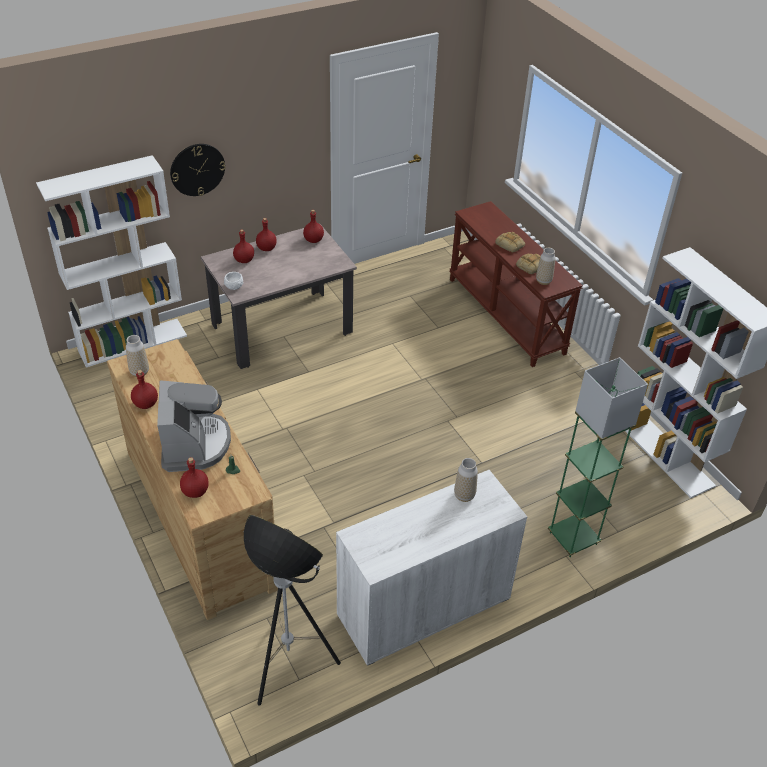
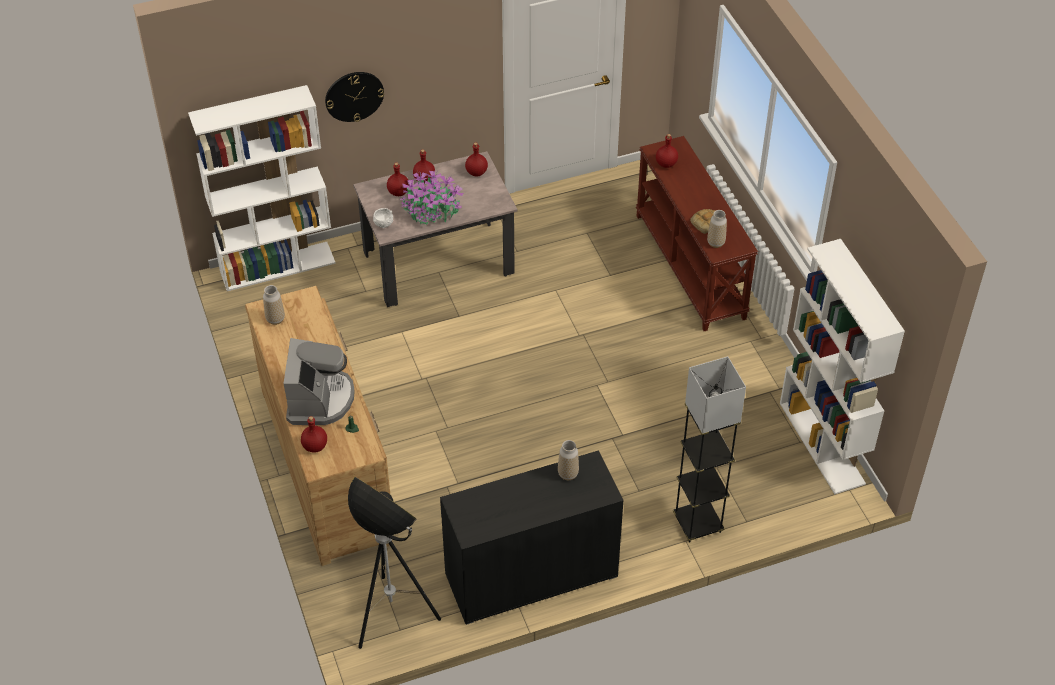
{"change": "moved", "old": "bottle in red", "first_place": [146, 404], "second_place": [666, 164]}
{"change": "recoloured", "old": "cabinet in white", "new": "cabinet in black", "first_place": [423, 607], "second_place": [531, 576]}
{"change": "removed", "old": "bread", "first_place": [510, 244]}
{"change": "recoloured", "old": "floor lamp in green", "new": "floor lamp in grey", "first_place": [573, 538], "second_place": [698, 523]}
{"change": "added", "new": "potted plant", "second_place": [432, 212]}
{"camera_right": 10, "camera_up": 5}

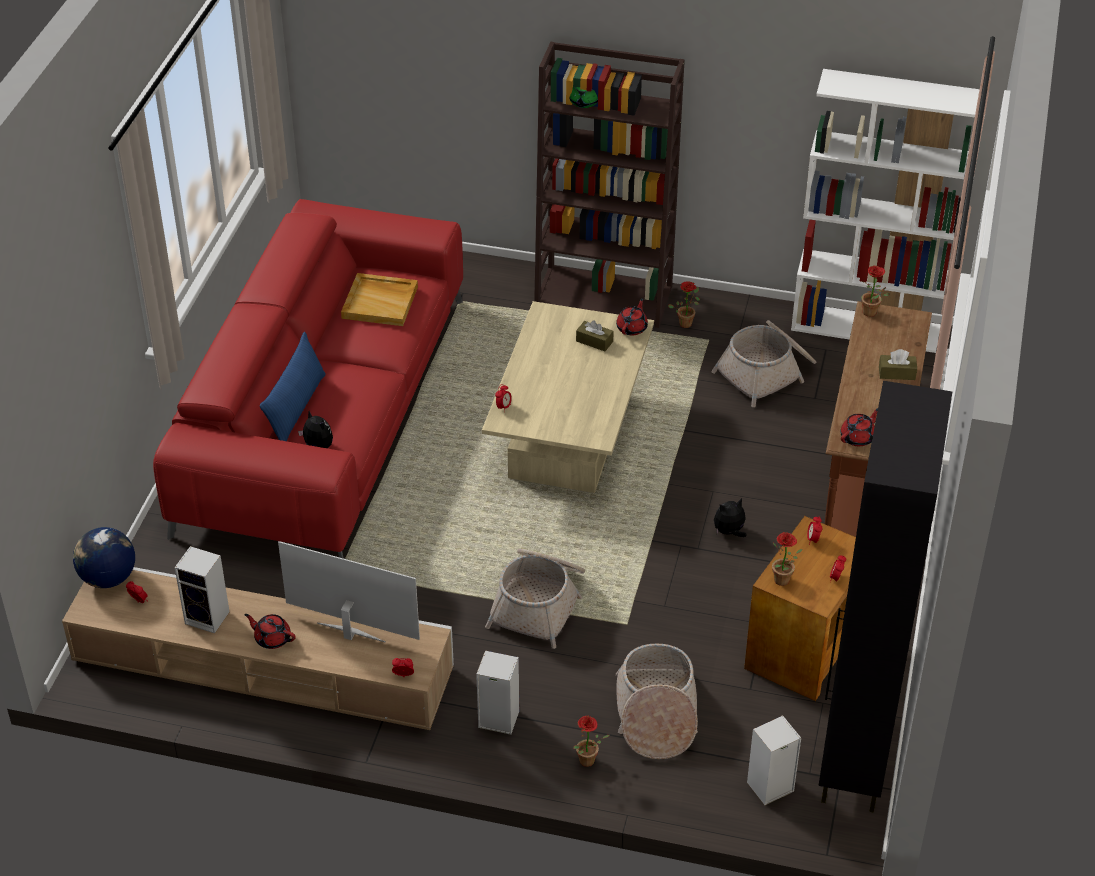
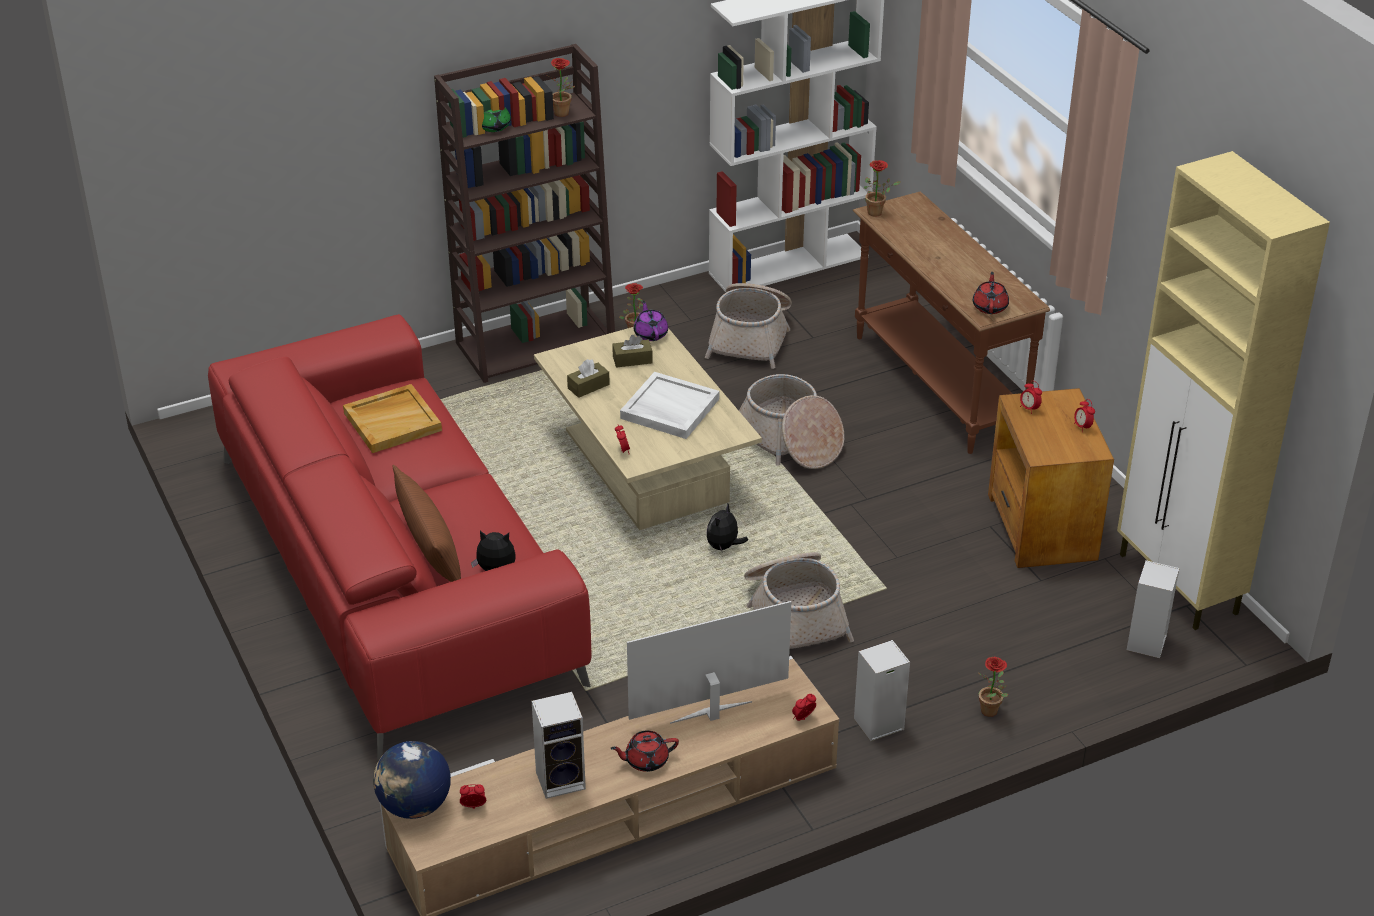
{"change": "recoloured", "old": "pillow in blue", "new": "pillow in brown", "first_place": [296, 409], "second_place": [430, 550]}
{"change": "recoloured", "old": "teapot in red", "new": "teapot in purple", "first_place": [632, 328], "second_place": [650, 334]}
{"change": "moved", "old": "basket", "first_place": [656, 715], "second_place": [789, 441]}
{"change": "moved", "old": "plush toy", "first_place": [729, 532], "second_place": [724, 547]}
{"change": "moved", "old": "potted plant", "first_place": [783, 582], "second_place": [564, 114]}
{"change": "recoloured", "old": "cabinet in black", "new": "cabinet in beige", "first_place": [854, 760], "second_place": [1179, 585]}
{"change": "moved", "old": "tissue box in brown", "first_place": [897, 373], "second_place": [588, 386]}
{"change": "added", "new": "tray in white", "second_place": [669, 409]}
{"camera_right": -40, "camera_up": -5}

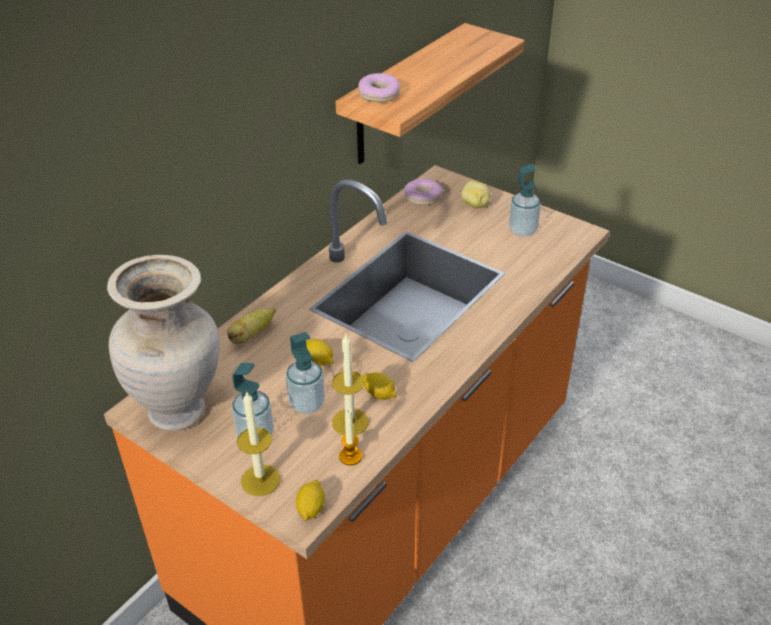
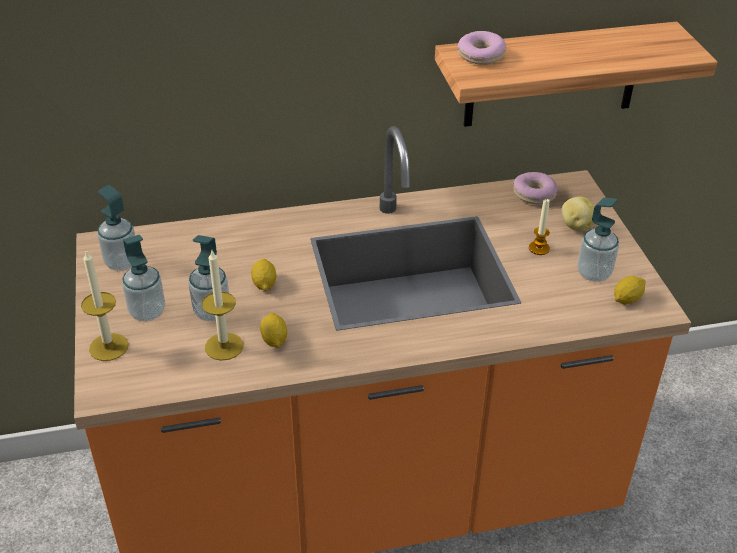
{"change": "replaced", "old": "vase in beige", "new": "soap dispenser", "first_place": [180, 412], "second_place": [122, 262]}
{"change": "removed", "old": "banana", "first_place": [251, 335]}
{"change": "moved", "old": "lemon", "first_place": [311, 508], "second_place": [627, 299]}
{"change": "moved", "old": "candle", "first_place": [350, 456], "second_place": [539, 248]}
{"camera_right": 40, "camera_up": 0}

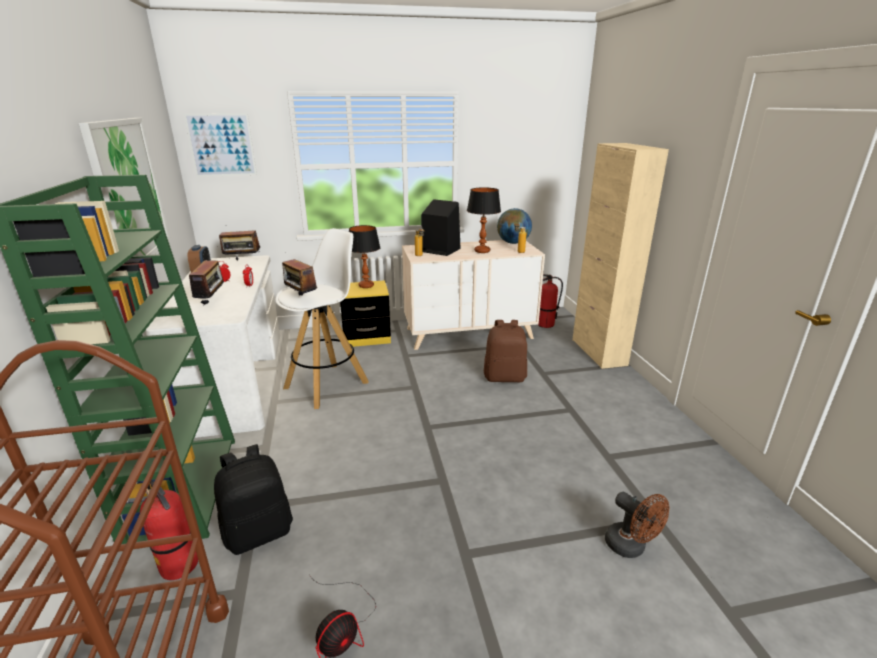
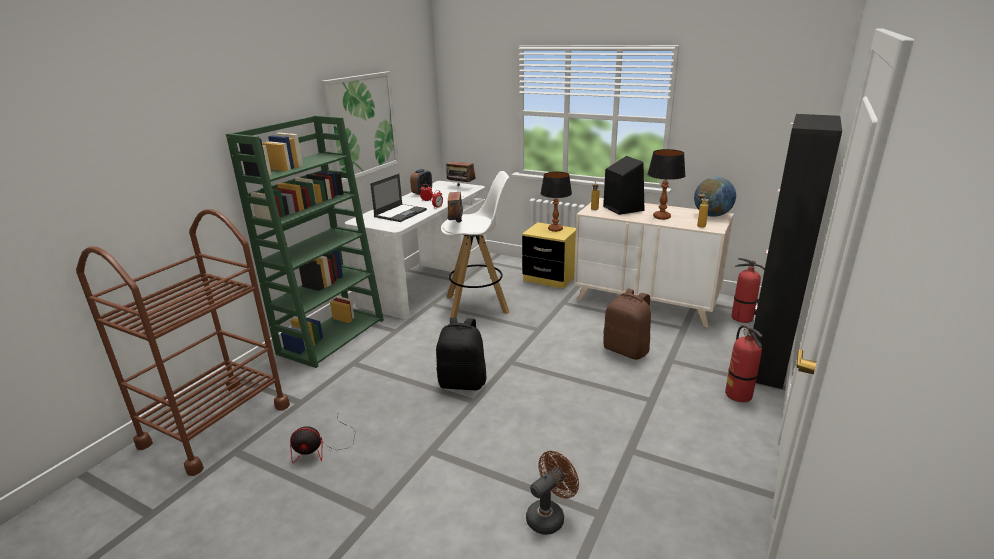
{"change": "moved", "old": "fire extinguisher", "first_place": [180, 565], "second_place": [738, 395]}
{"change": "removed", "old": "picture", "first_place": [221, 145]}
{"change": "replaced", "old": "radio", "new": "laptop", "first_place": [212, 301], "second_place": [401, 213]}
{"change": "moved", "old": "backpack in black", "first_place": [259, 532], "second_place": [463, 382]}
{"change": "recoloured", "old": "cabinet in beige", "new": "cabinet in black", "first_place": [598, 352], "second_place": [765, 364]}
{"change": "turned", "old": "fan in brown", "first_place": [630, 547], "second_place": [549, 515], "degrees": -135}
{"camera_right": 40, "camera_up": 0}

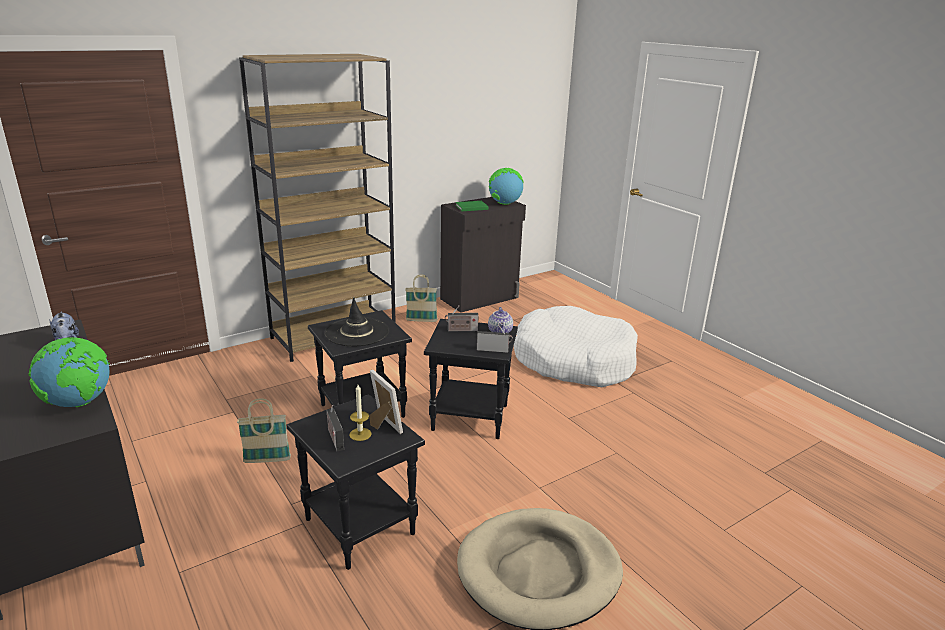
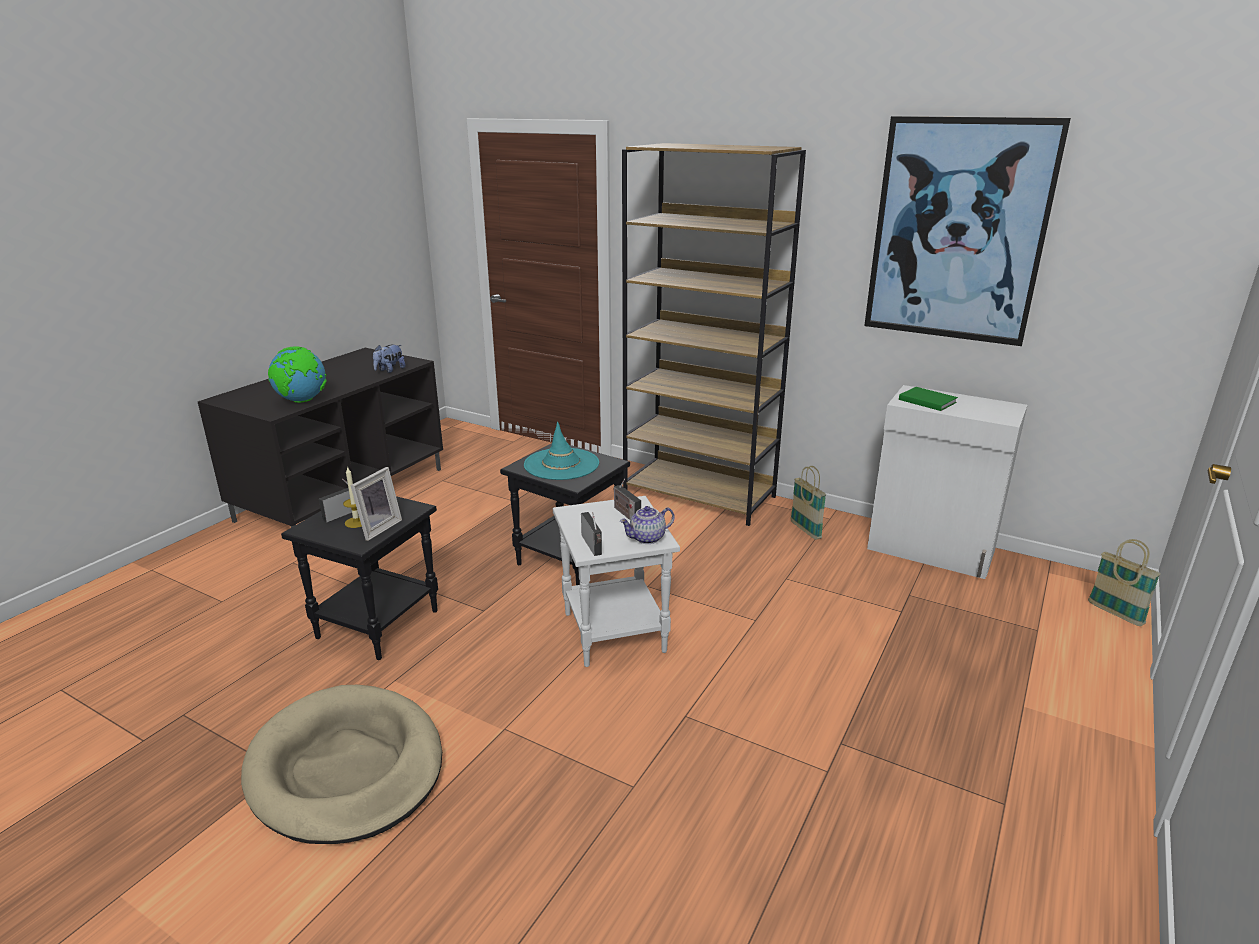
{"change": "moved", "old": "basket", "first_place": [267, 460], "second_place": [1115, 613]}
{"change": "recoloured", "old": "hat in black", "new": "hat in turquoise", "first_place": [357, 332], "second_place": [561, 464]}
{"change": "recoloured", "old": "side table in black", "new": "side table in white", "first_place": [471, 417], "second_place": [616, 633]}
{"change": "recoloured", "old": "cabinet in black", "new": "cabinet in white", "first_place": [480, 298], "second_place": [931, 551]}
{"change": "removed", "old": "globe", "first_place": [504, 204]}
{"change": "removed", "old": "dog bed in white", "first_place": [574, 360]}
{"change": "added", "new": "picture", "second_place": [957, 231]}
{"camera_right": 65, "camera_up": 0}

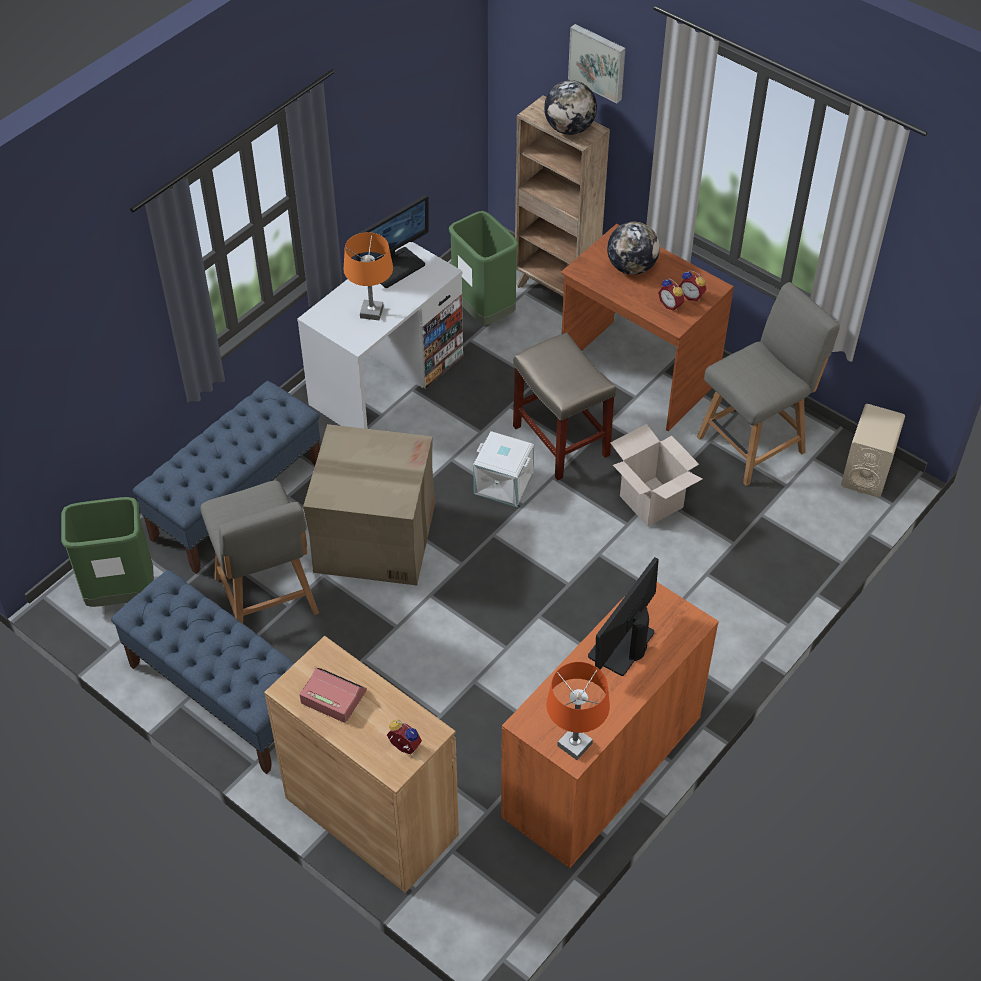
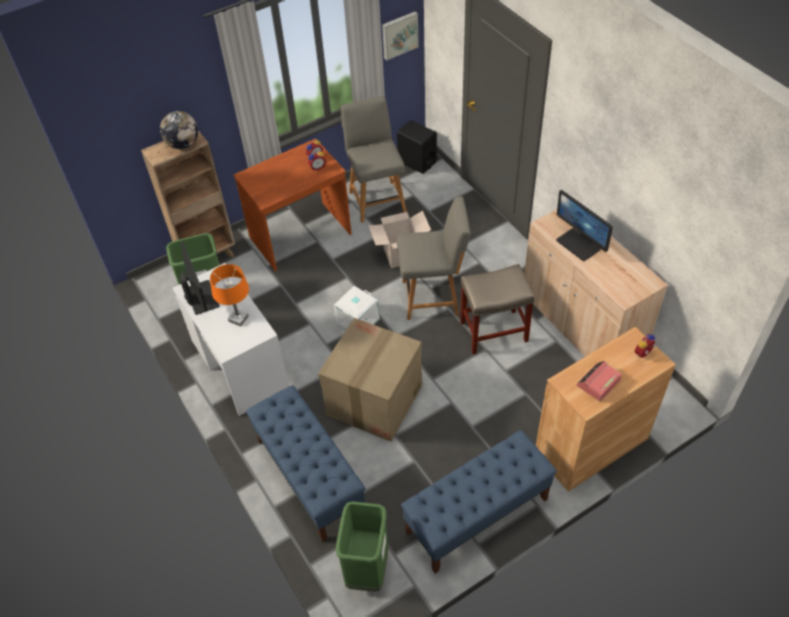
{"change": "moved", "old": "chair in grey", "first_place": [267, 598], "second_place": [433, 297]}
{"change": "recoloured", "old": "cabinet in orange", "new": "cabinet in beige", "first_place": [601, 768], "second_place": [581, 324]}
{"change": "moved", "old": "stool in beige", "first_place": [560, 440], "second_place": [492, 332]}
{"change": "removed", "old": "table lamp in orange", "first_place": [575, 745]}
{"change": "moved", "old": "picture", "first_place": [598, 62], "second_place": [399, 34]}
{"change": "removed", "old": "globe", "first_place": [631, 267]}
{"change": "recoloured", "old": "speaker in beige", "new": "speaker in black", "first_place": [866, 472], "second_place": [417, 162]}
{"camera_right": -70, "camera_up": 0}

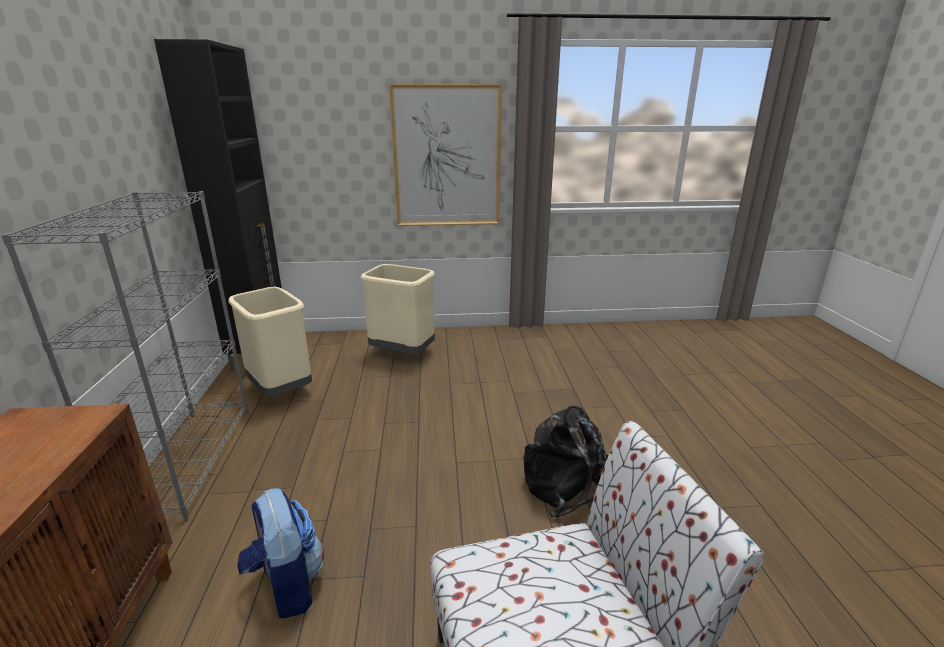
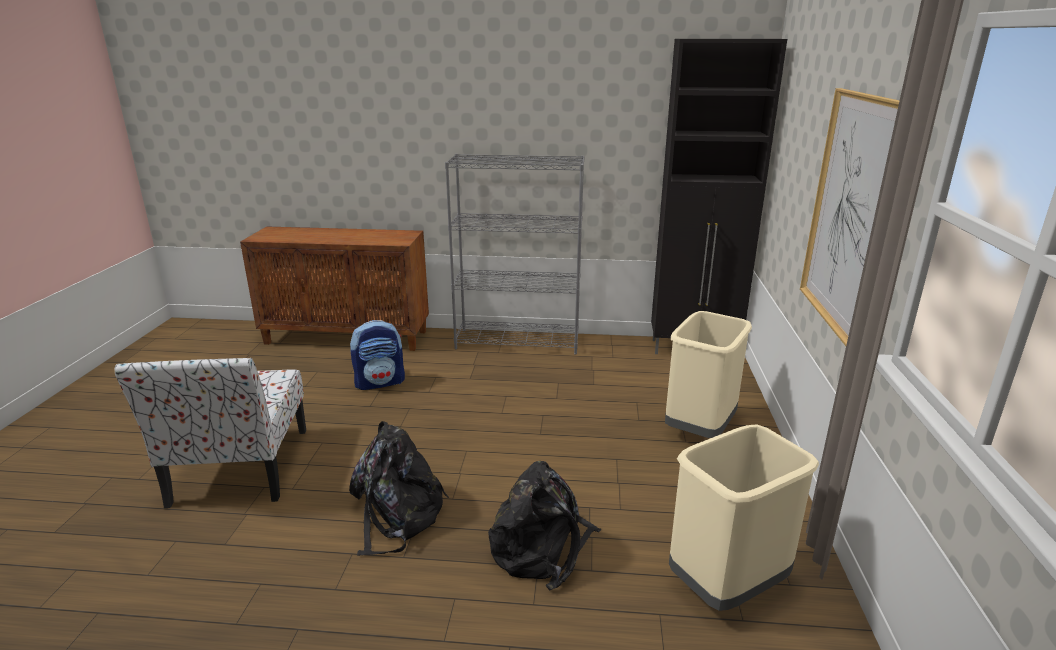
{"change": "moved", "old": "trash can in beige", "first_place": [281, 390], "second_place": [727, 586]}
{"change": "added", "new": "backpack in black", "second_place": [542, 548]}
{"camera_right": 100, "camera_up": 0}

